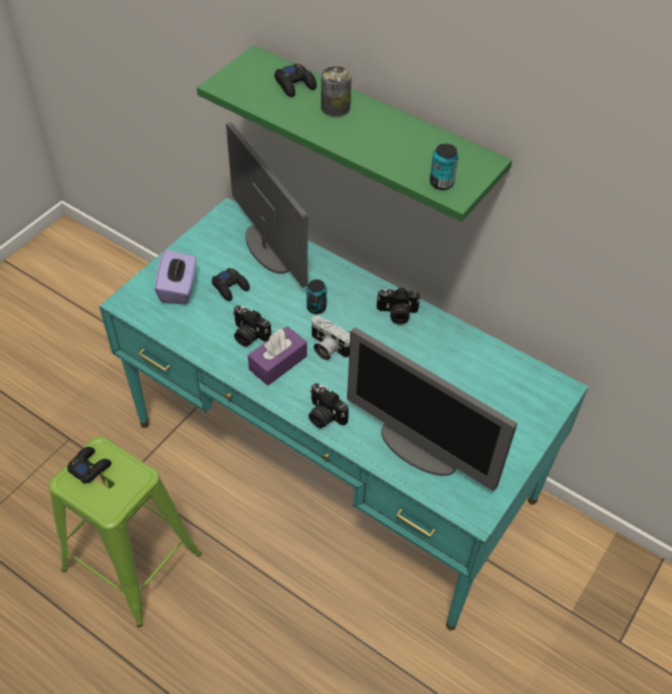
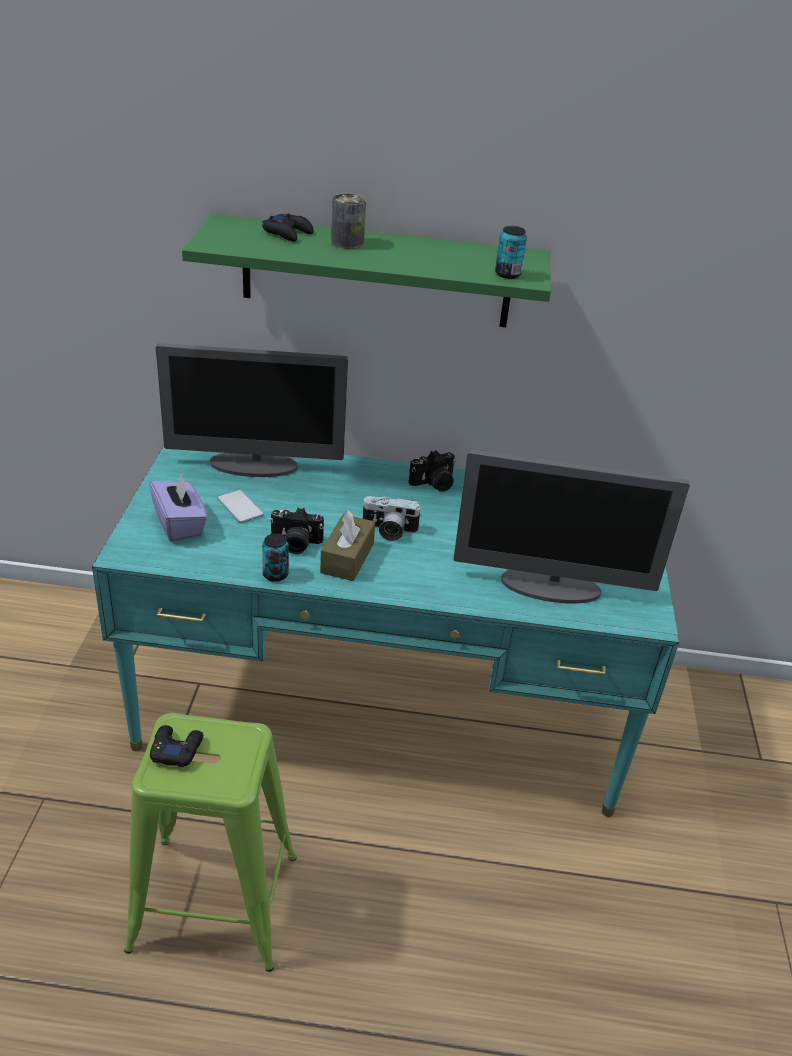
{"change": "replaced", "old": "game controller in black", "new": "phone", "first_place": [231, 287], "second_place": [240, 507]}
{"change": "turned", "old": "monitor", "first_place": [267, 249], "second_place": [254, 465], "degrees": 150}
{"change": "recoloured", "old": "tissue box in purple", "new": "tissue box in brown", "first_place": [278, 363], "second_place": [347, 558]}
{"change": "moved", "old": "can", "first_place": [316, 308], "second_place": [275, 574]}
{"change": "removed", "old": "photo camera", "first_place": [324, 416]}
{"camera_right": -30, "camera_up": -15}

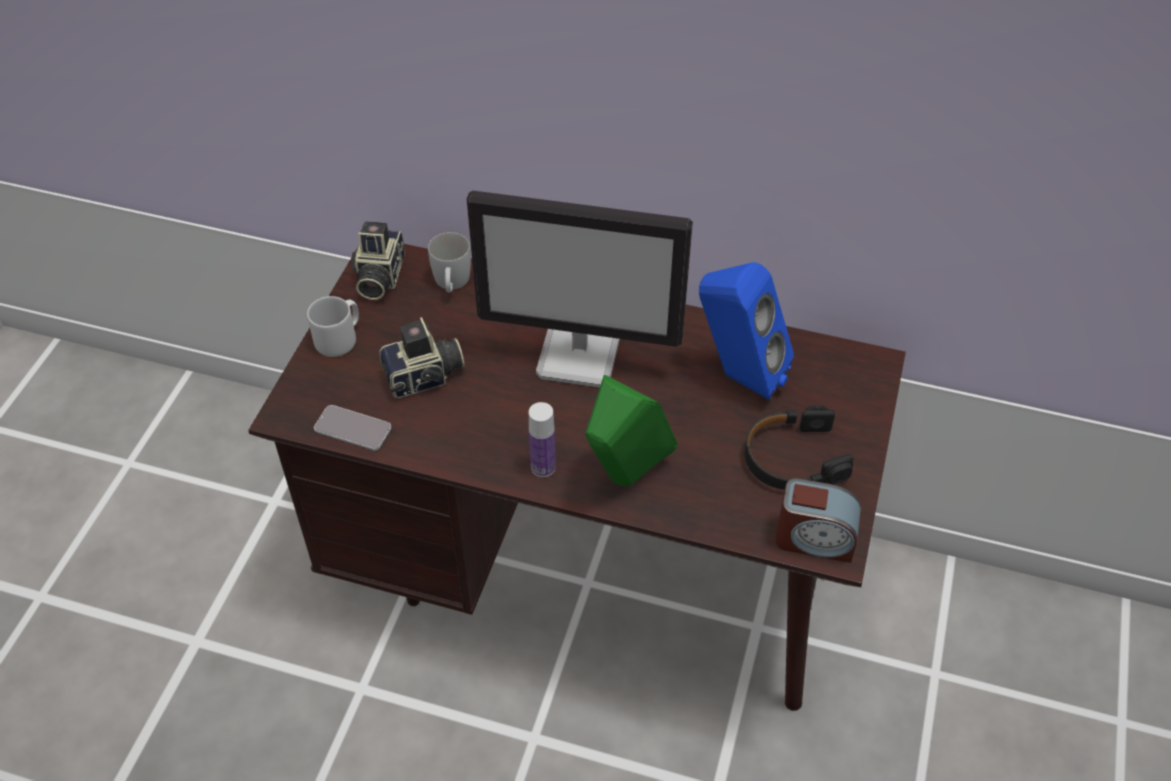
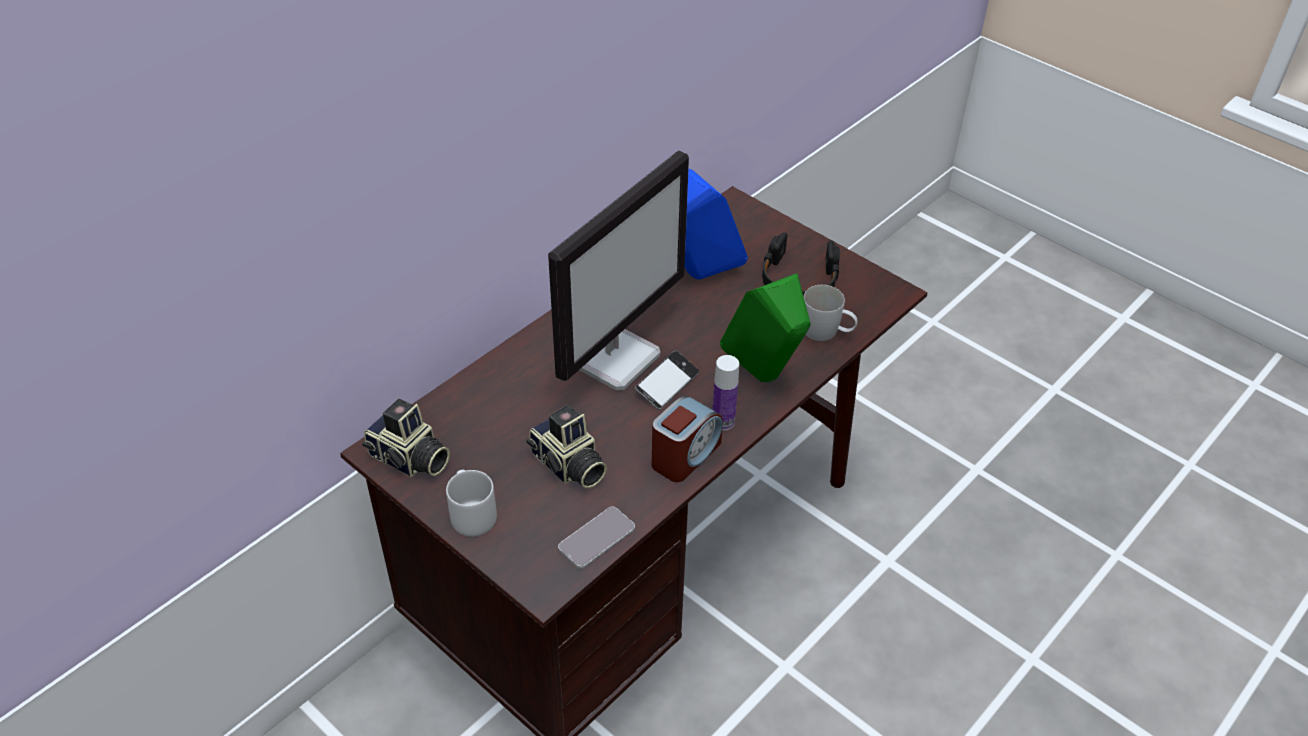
{"change": "turned", "old": "photo camera", "first_place": [425, 377], "second_place": [568, 466], "degrees": 135}
{"change": "moved", "old": "mug in white", "first_place": [451, 283], "second_place": [827, 332]}
{"change": "moved", "old": "alarm clock", "first_place": [814, 539], "second_place": [685, 455]}
{"change": "added", "new": "phone", "second_place": [667, 384]}
{"camera_right": -65, "camera_up": -5}

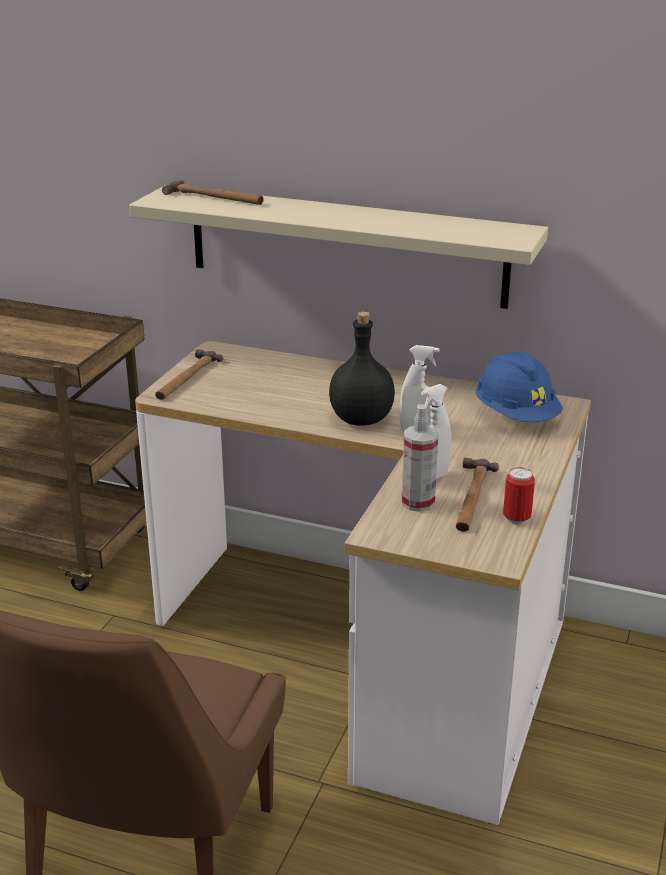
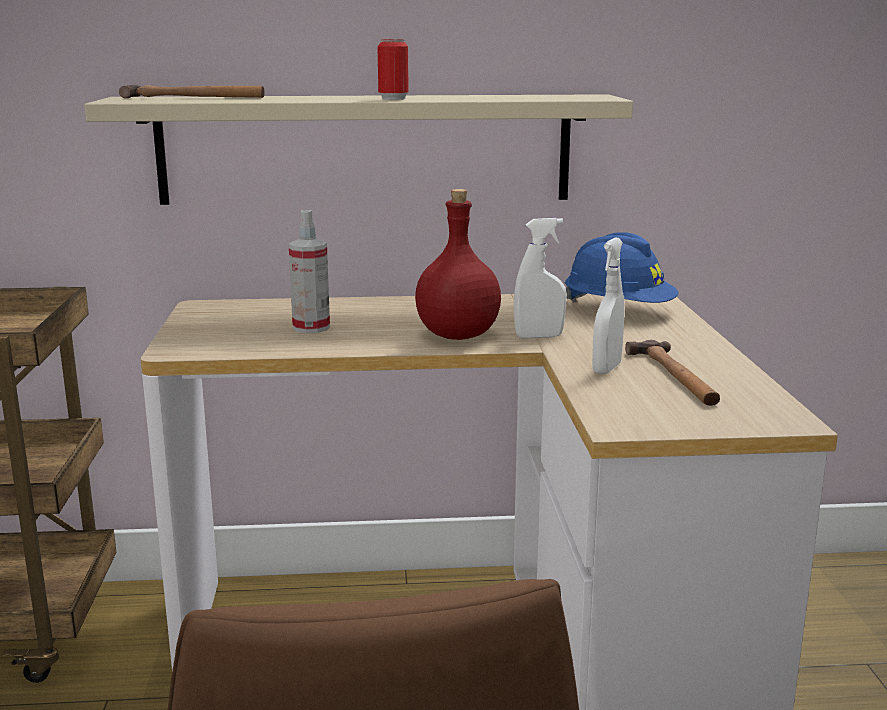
{"change": "removed", "old": "hammer", "first_place": [186, 378]}
{"change": "recoloured", "old": "bottle in black", "new": "bottle in red", "first_place": [362, 419], "second_place": [459, 335]}
{"change": "moved", "old": "spray bottle", "first_place": [418, 502], "second_place": [311, 328]}
{"change": "moved", "old": "can", "first_place": [516, 519], "second_place": [393, 99]}
{"camera_right": -25, "camera_up": -10}

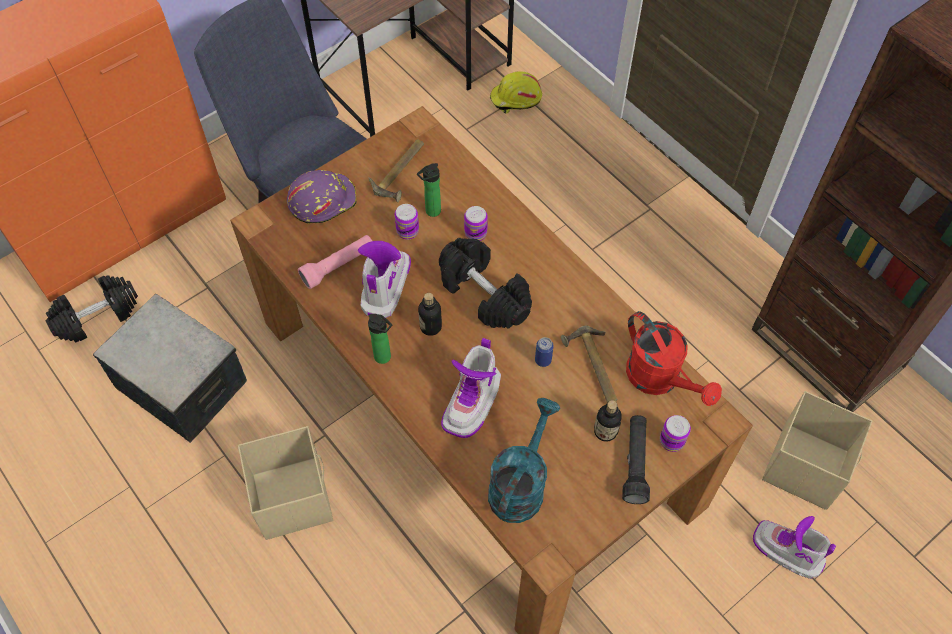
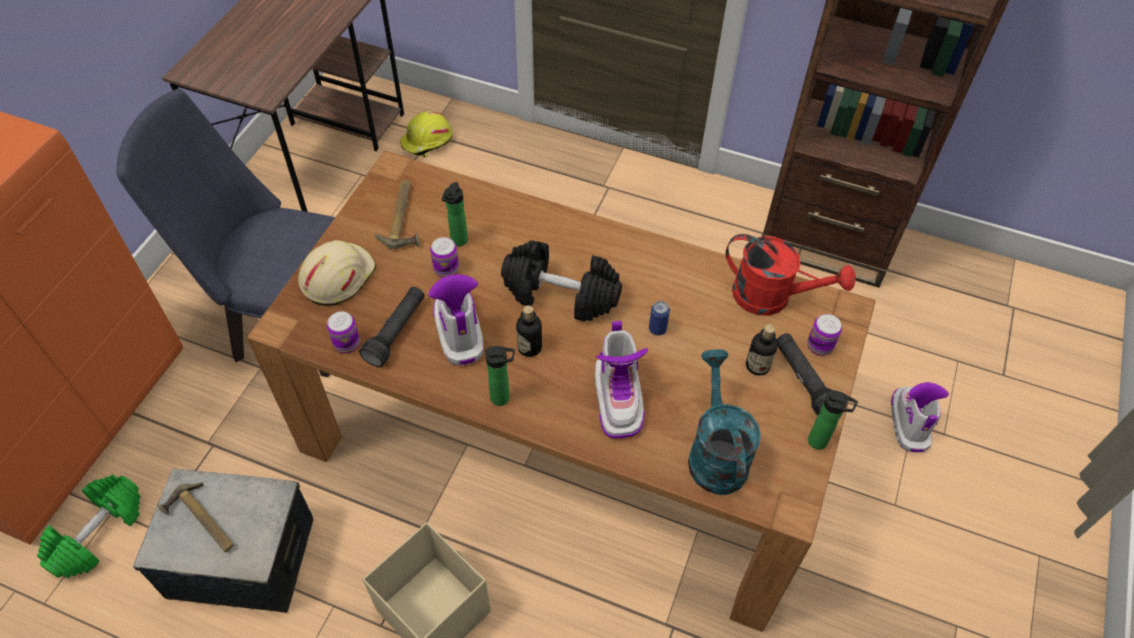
{"change": "recoloured", "old": "dumbbell in black", "new": "dumbbell in green", "first_place": [97, 316], "second_place": [98, 533]}
{"change": "recoloured", "old": "hard hat in purple", "new": "hard hat in beige", "first_place": [322, 200], "second_place": [337, 277]}
{"change": "recoloured", "old": "flashlight in pink", "new": "flashlight in black", "first_place": [338, 266], "second_place": [396, 332]}
{"change": "moved", "old": "can", "first_place": [475, 233], "second_place": [347, 343]}
{"change": "moved", "old": "hammer", "first_place": [592, 367], "second_place": [201, 523]}
{"change": "turned", "old": "boot", "first_place": [787, 552], "second_place": [908, 422], "degrees": 90}
{"change": "removed", "old": "storage box in beige", "first_place": [806, 465]}
{"change": "added", "new": "bottle", "second_place": [820, 442]}
{"camera_right": -30, "camera_up": -5}

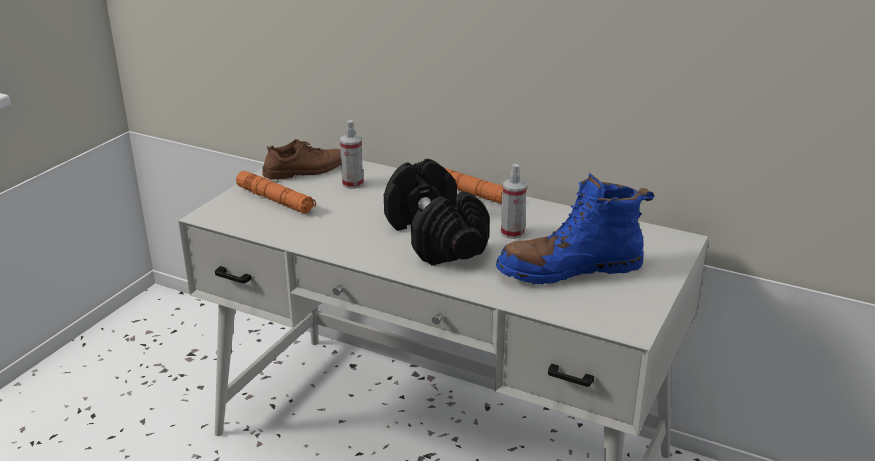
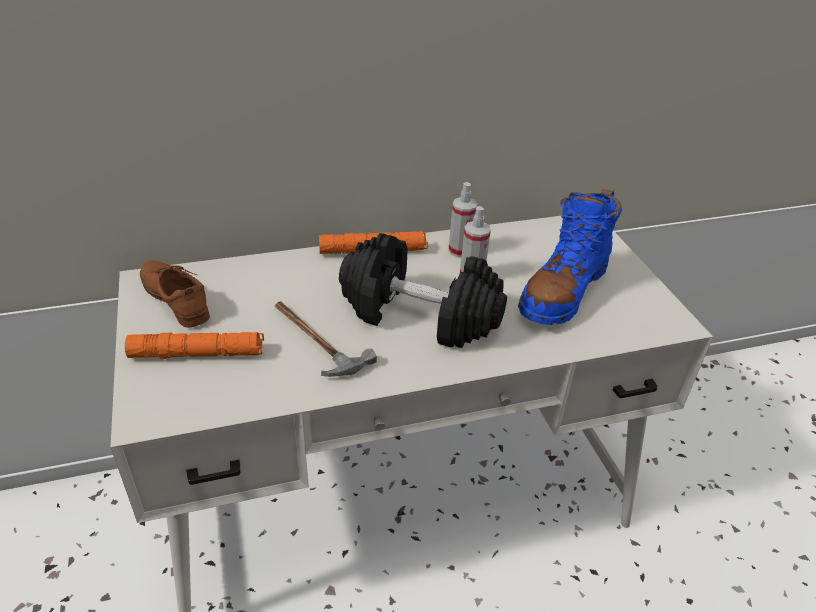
{"change": "turned", "old": "shoe in brown", "first_place": [305, 170], "second_place": [175, 298], "degrees": -60}
{"change": "moved", "old": "spray bottle", "first_place": [352, 184], "second_place": [460, 250]}
{"change": "added", "new": "hammer", "second_place": [314, 340]}
{"camera_right": -45, "camera_up": 10}

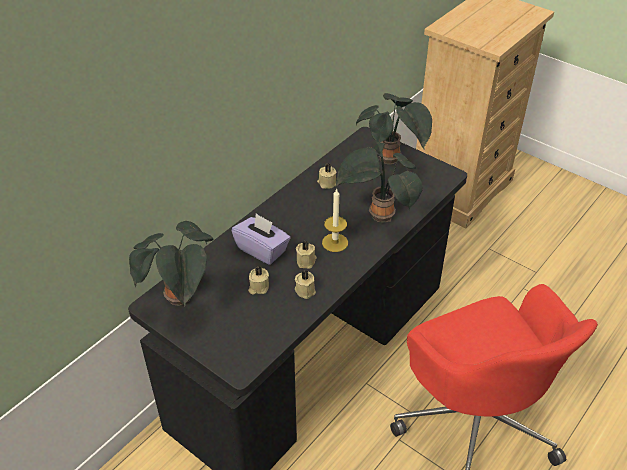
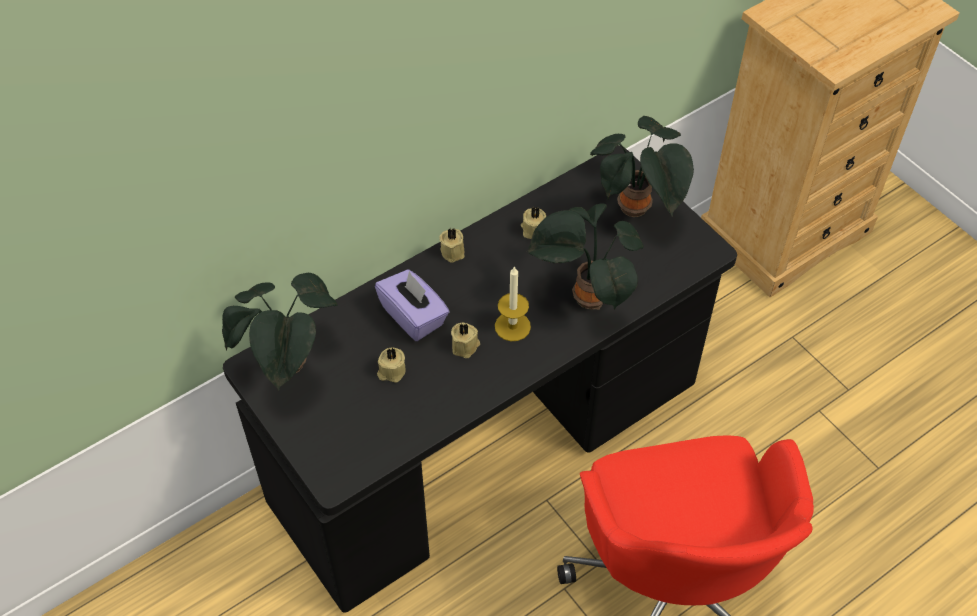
{"change": "moved", "old": "candle in beige", "first_place": [305, 290], "second_place": [453, 251]}
{"camera_right": 15, "camera_up": 10}

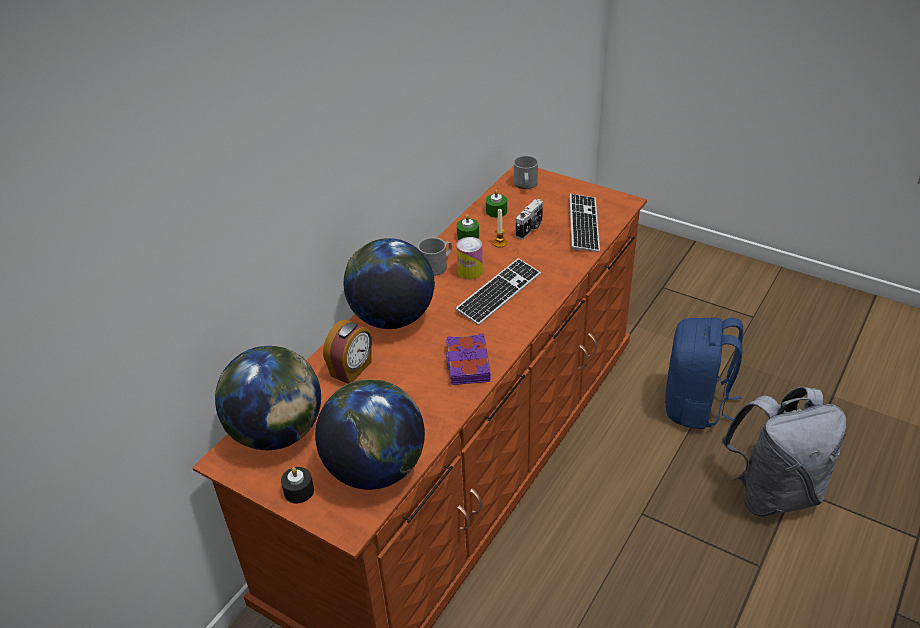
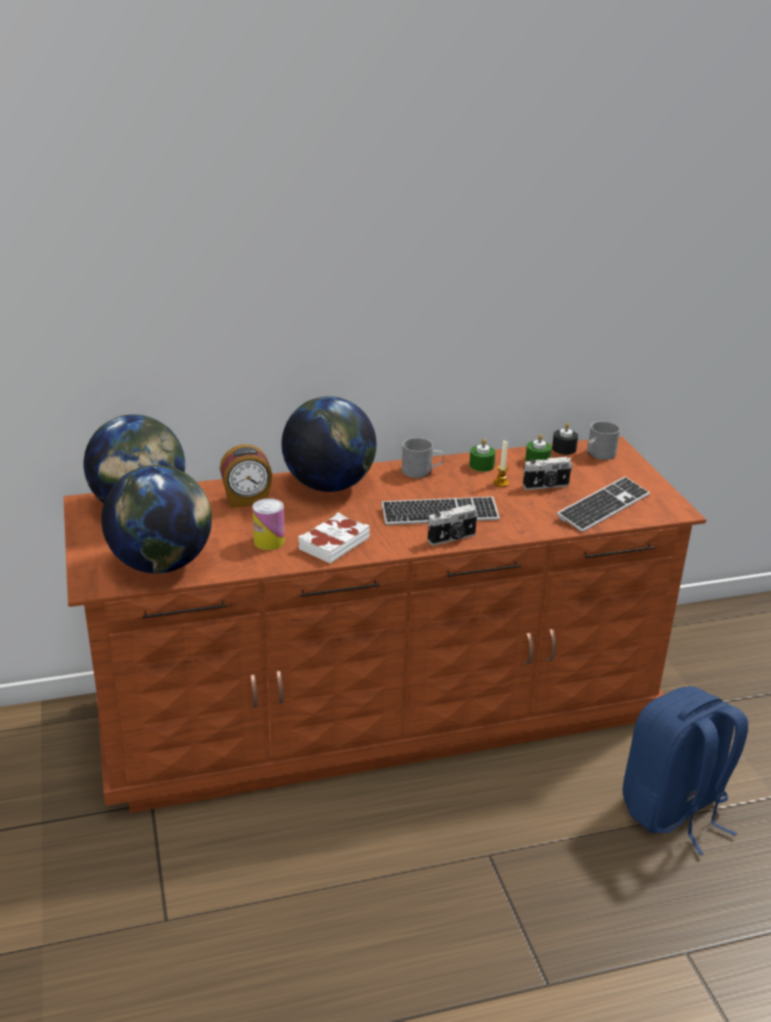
{"change": "moved", "old": "candle in black", "first_place": [299, 491], "second_place": [564, 449]}
{"change": "recoloured", "old": "book in purple", "new": "book in white", "first_place": [467, 364], "second_place": [333, 543]}
{"change": "moved", "old": "can", "first_place": [470, 271], "second_place": [269, 541]}
{"change": "removed", "old": "backpack in grey", "first_place": [773, 492]}
{"change": "added", "new": "photo camera", "second_place": [452, 538]}
{"camera_right": 40, "camera_up": -10}

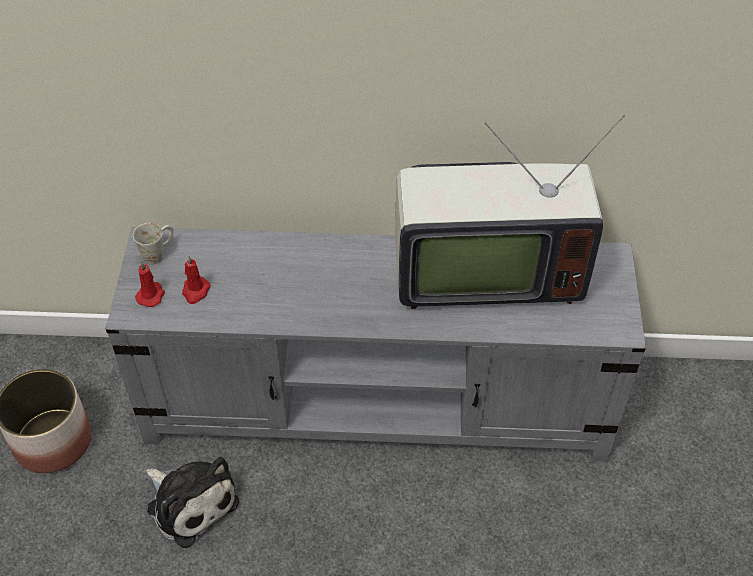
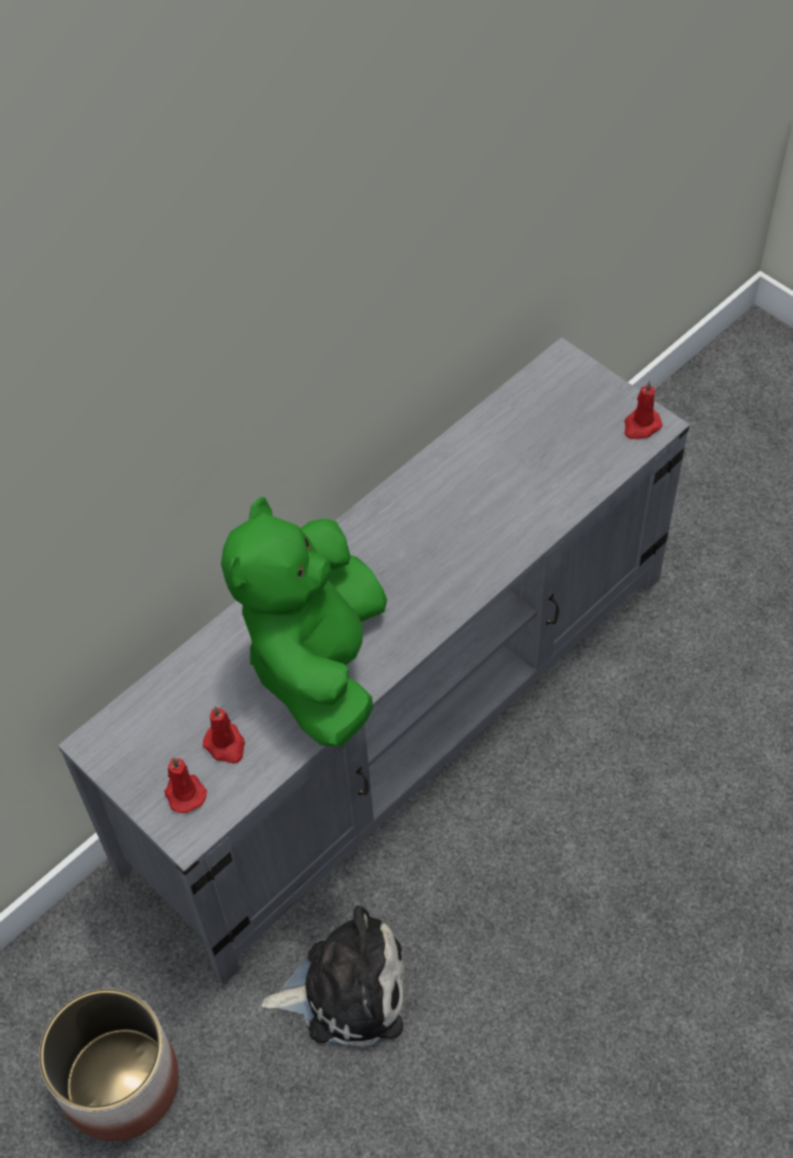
{"change": "removed", "old": "mug in white", "first_place": [158, 252]}
{"change": "removed", "old": "television", "first_place": [483, 272]}
{"change": "added", "new": "plush toy in green", "second_place": [319, 662]}
{"change": "added", "new": "candle in red", "second_place": [641, 426]}
{"camera_right": -45, "camera_up": 5}

